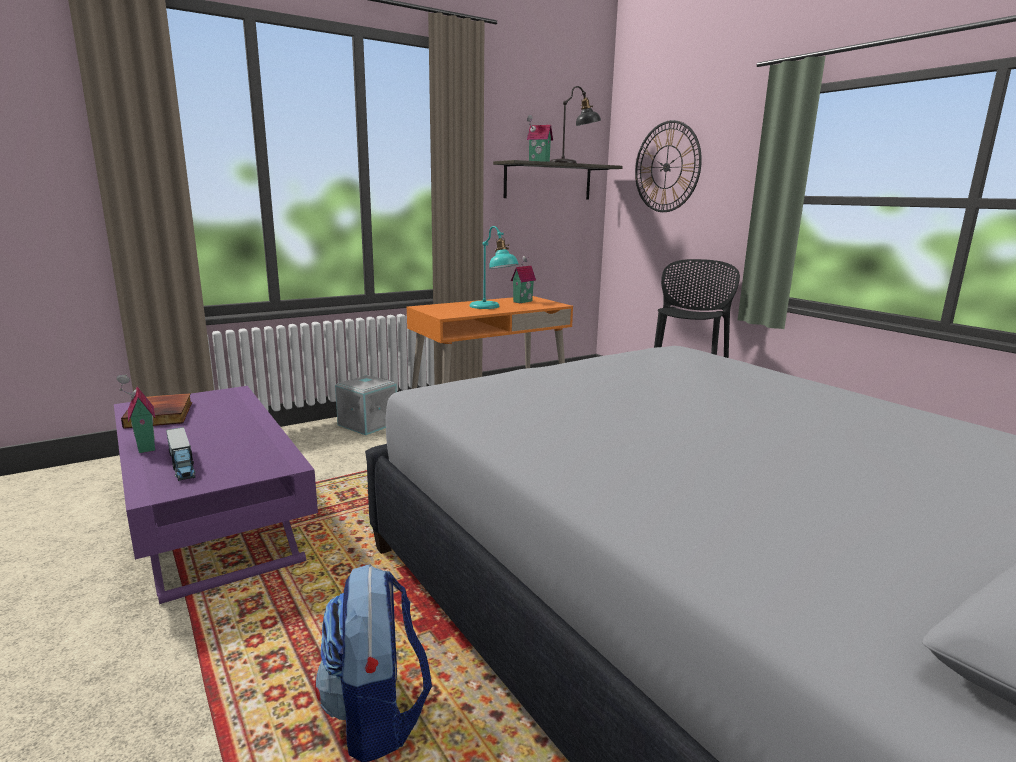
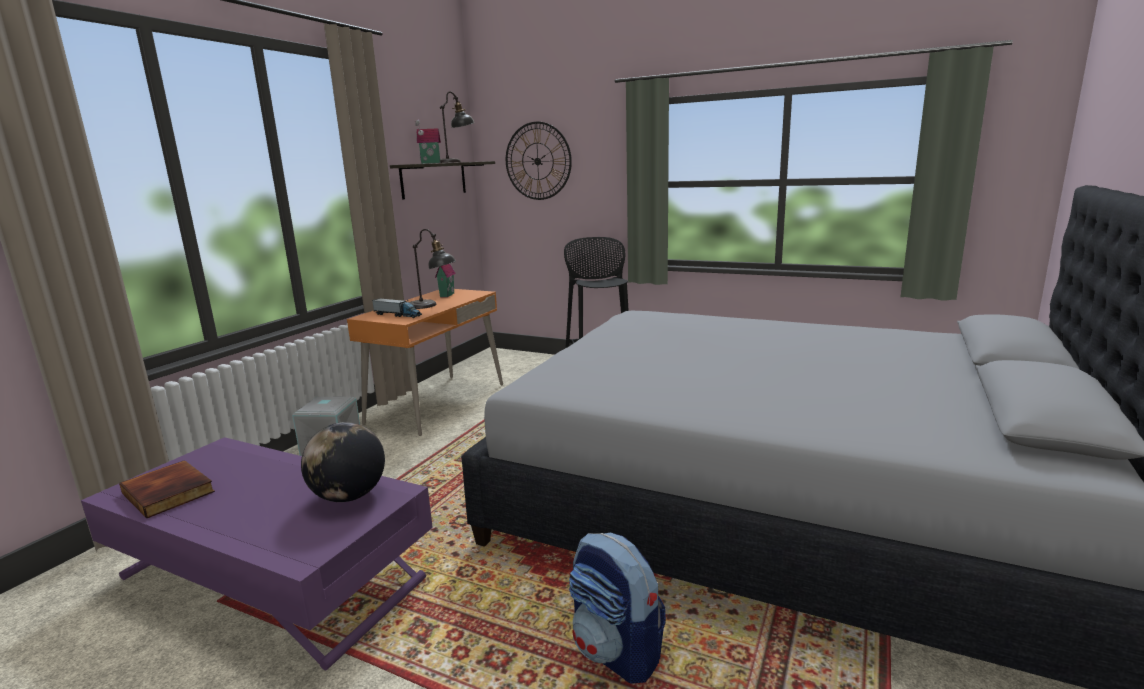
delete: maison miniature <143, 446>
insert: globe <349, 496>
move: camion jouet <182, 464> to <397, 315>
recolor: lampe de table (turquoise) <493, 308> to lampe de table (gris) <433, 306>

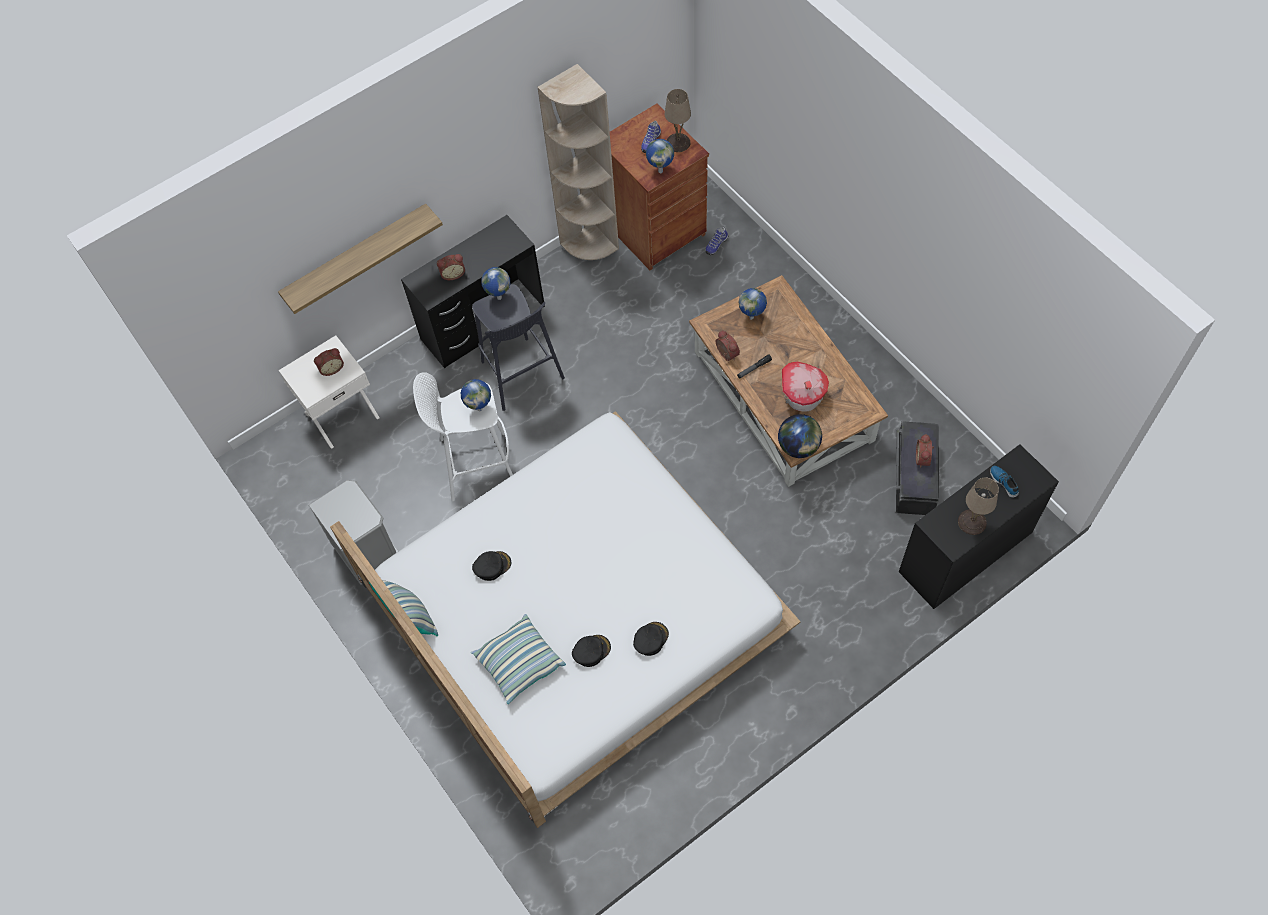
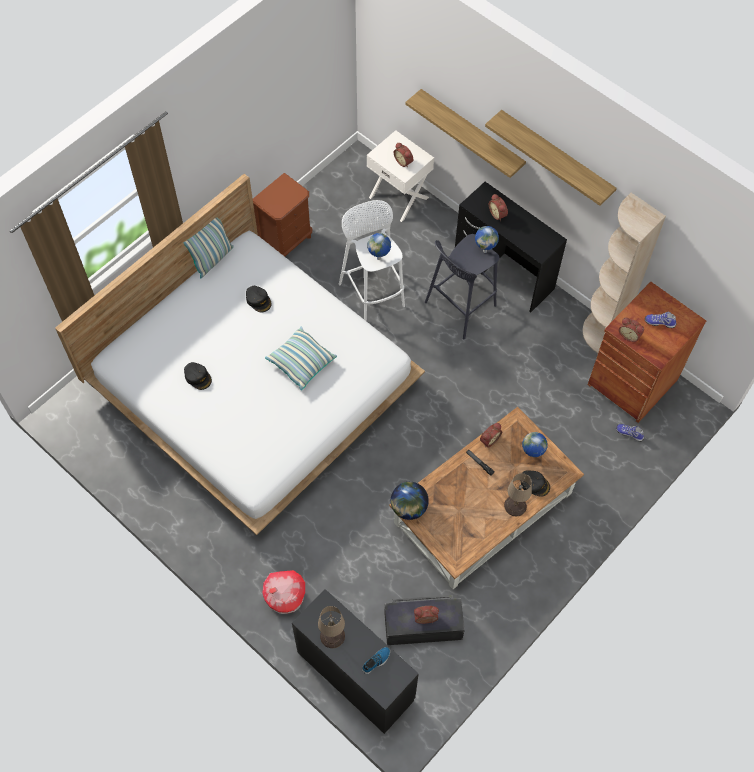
insert: étagère <556, 157>
move: coussin <519, 663> to <301, 362>; casquette (noir) <650, 639> to <534, 484>; lampe de table (beige) <678, 142> to <515, 506>; maison miniature <802, 396> to <285, 598>
replace: globe <660, 171> to réveil <629, 335>
recolor: table de chevet (gris) <367, 554> to table de chevet (marron) <286, 240>

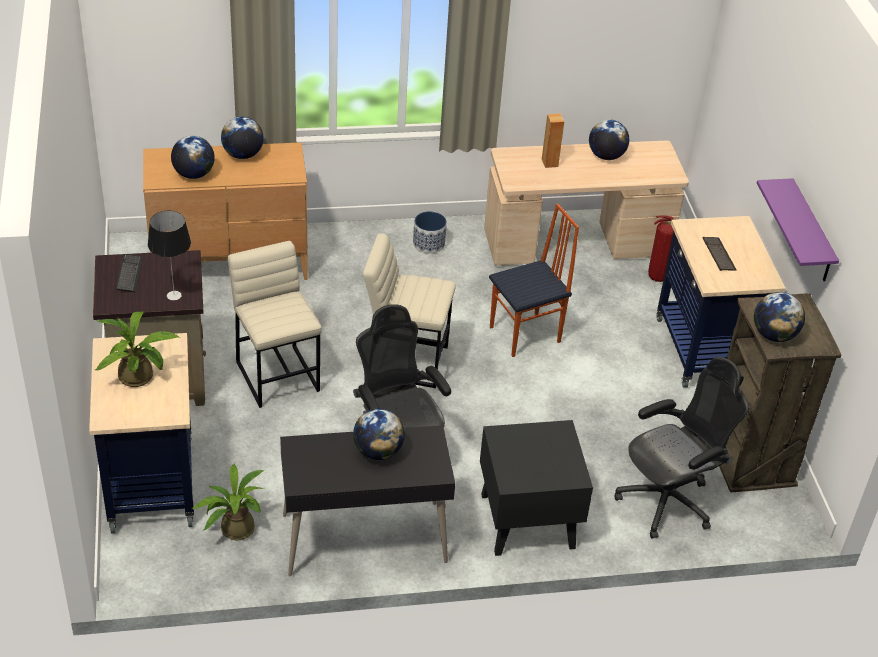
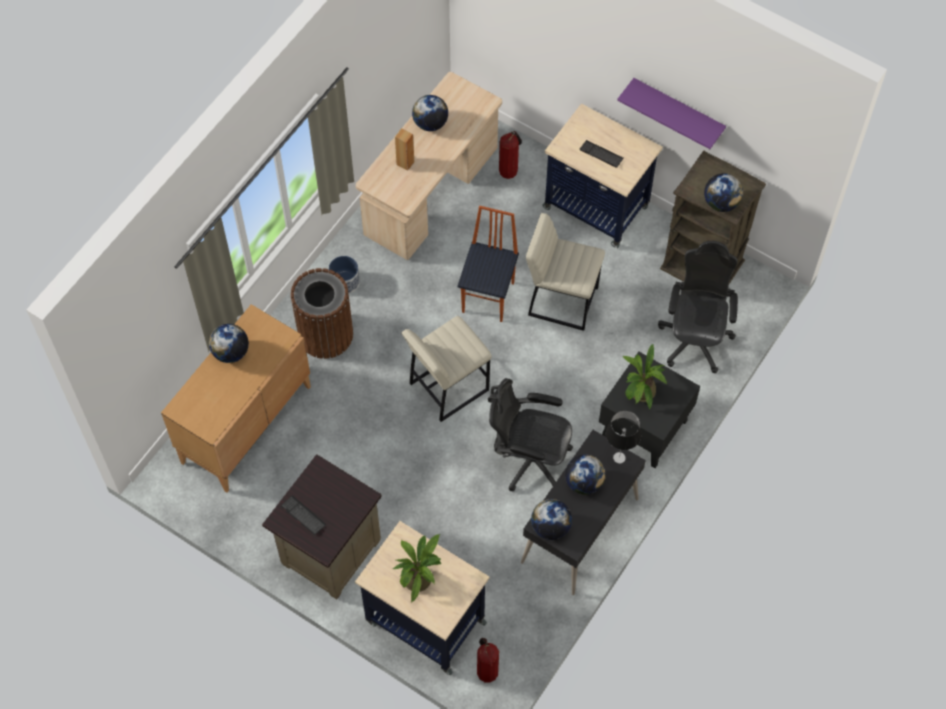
insert: poubelle (marron) <325, 334>; extincteur <486, 671>
move: lampe de table <174, 295> to <619, 457>; globe <193, 174> to <550, 527>; plante en pot <233, 529> to <640, 394>; chaise (beige) <276, 374> to <561, 300>

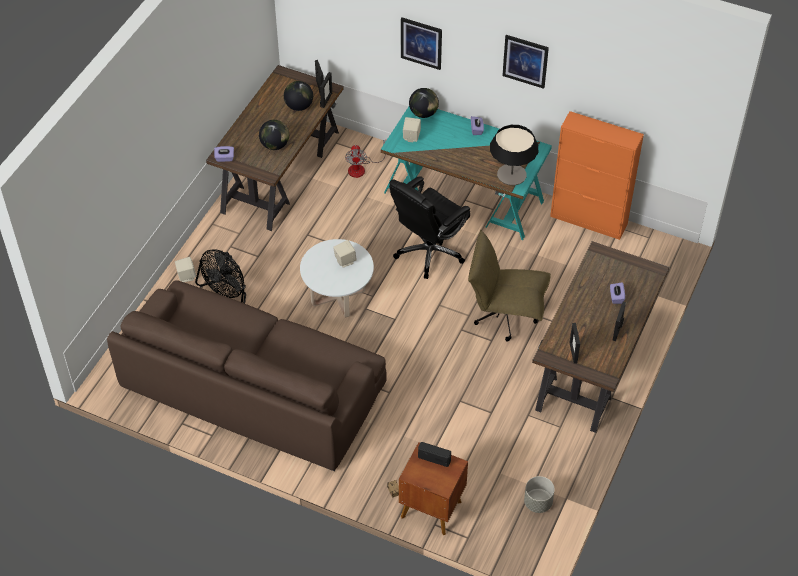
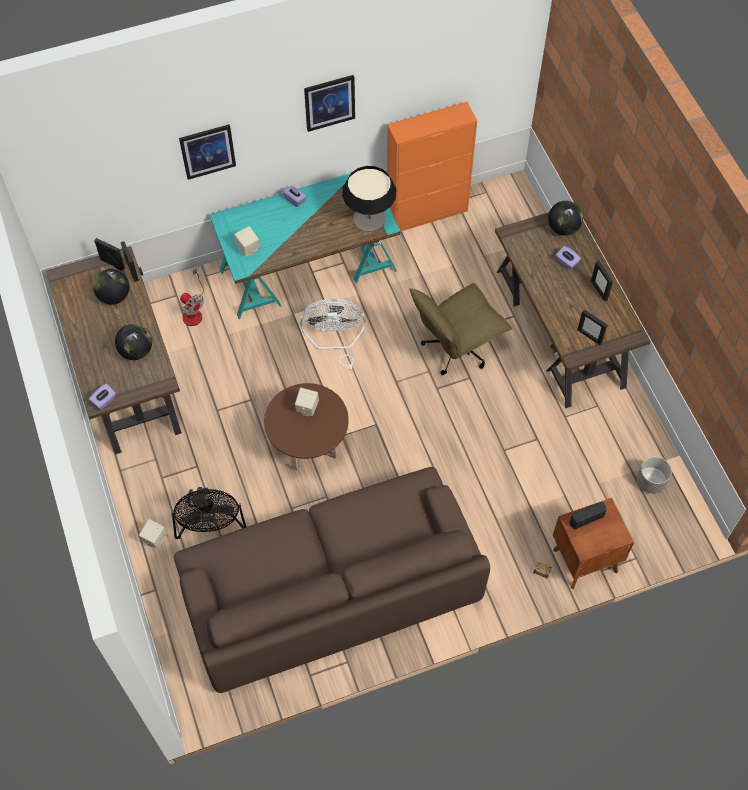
move: globe <423, 113> to <563, 228>
replace: chaise de bureau (noir) <429, 251> to ventilateur (blanc) <335, 341>
recolor: table basse (blanc) <338, 297> to table basse (marron) <308, 445>

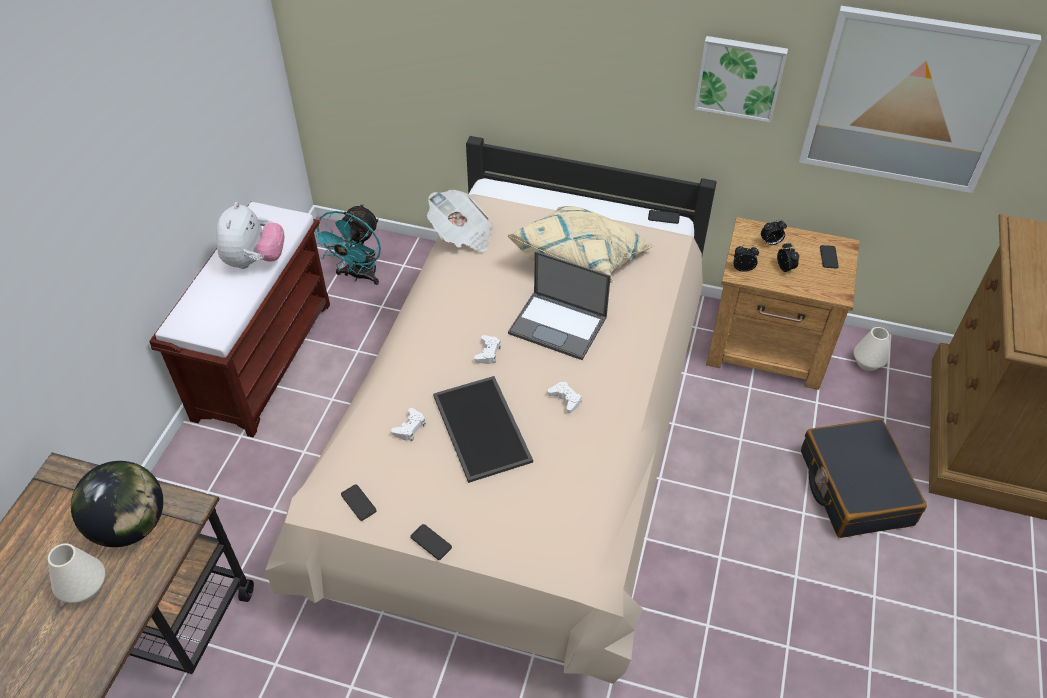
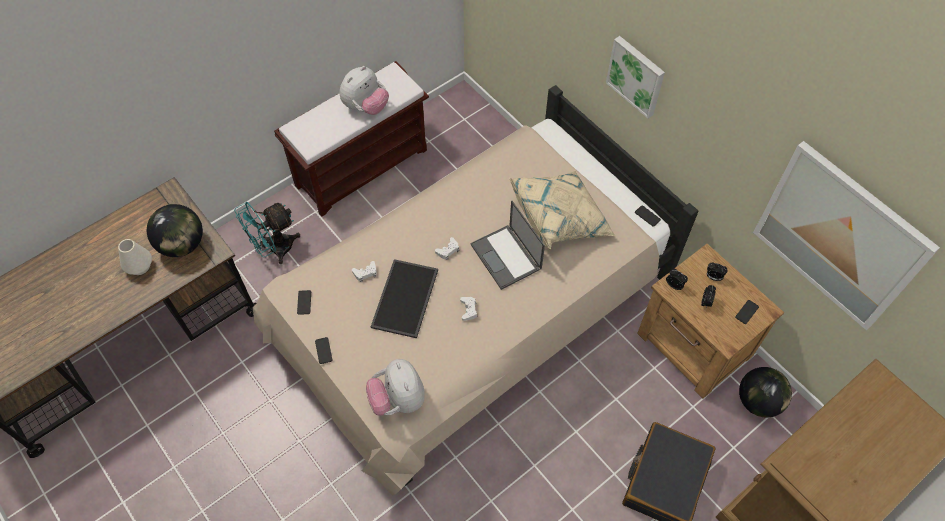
delete: journal <462, 235>
insert: peluche <398, 399>
move: ventilateur (turquoise) <359, 276> to <274, 249>; tableau <740, 77> to <636, 76>
replace: vase (blanc) <867, 362> to globe <758, 401>

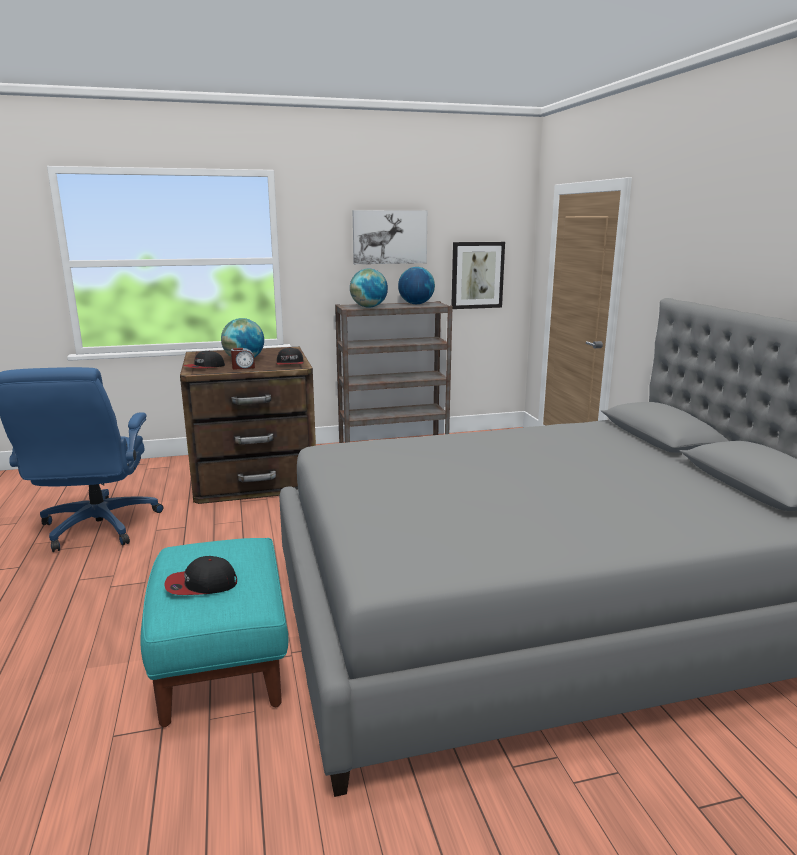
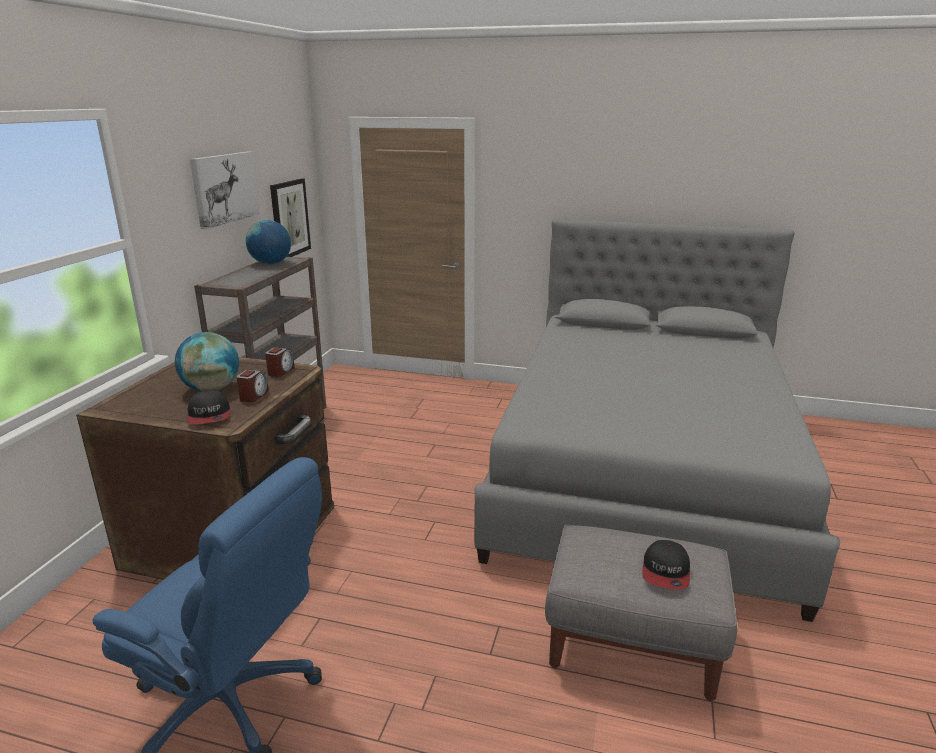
delete: globe <369, 307>
replace: casquette <290, 364> to réveil <281, 371>
recolor: pouf (turquoise) <222, 664> to pouf (gris) <633, 644>

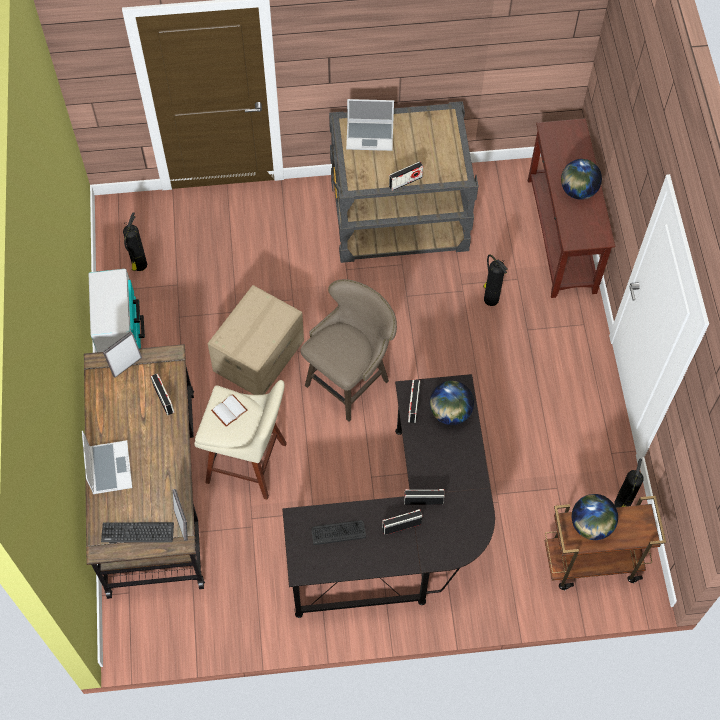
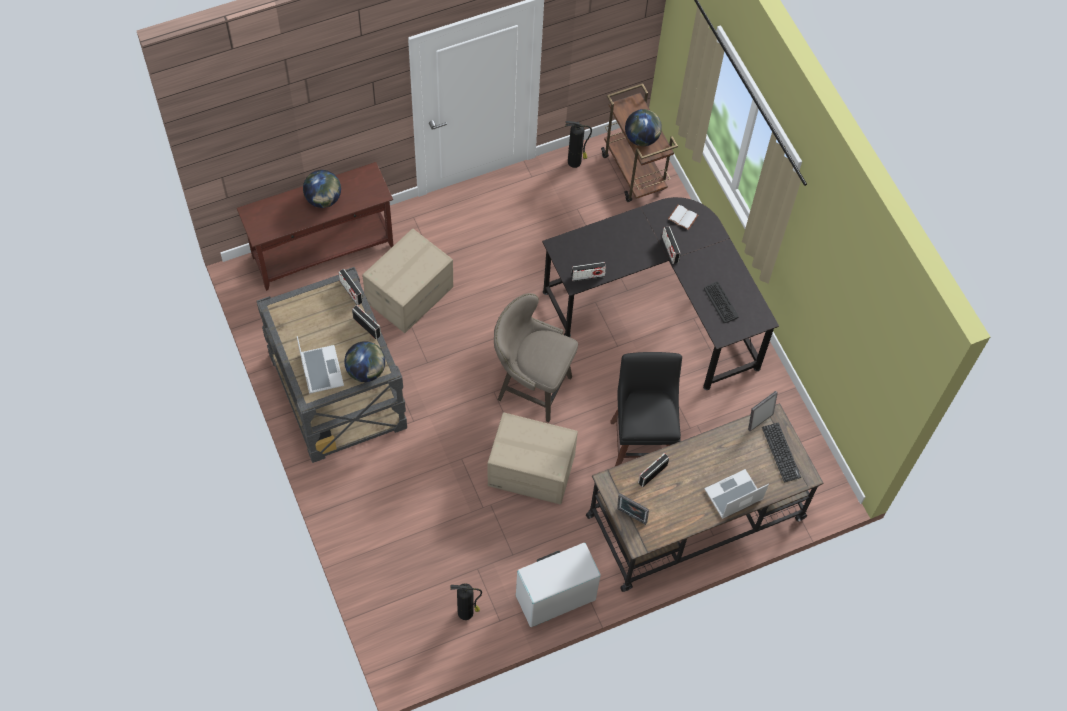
move: livre (blanc) <229, 411> to <683, 217>; radio <401, 526> to <351, 291>; globe <450, 412> to <366, 371>
replace: extincteur <490, 298> to carton <409, 294>
recolor: tabouret (beige) <248, 464> to tabouret (noir) <641, 445>

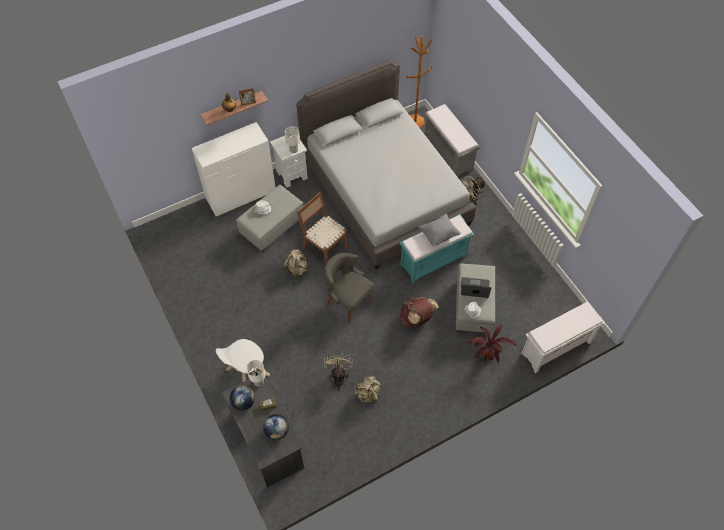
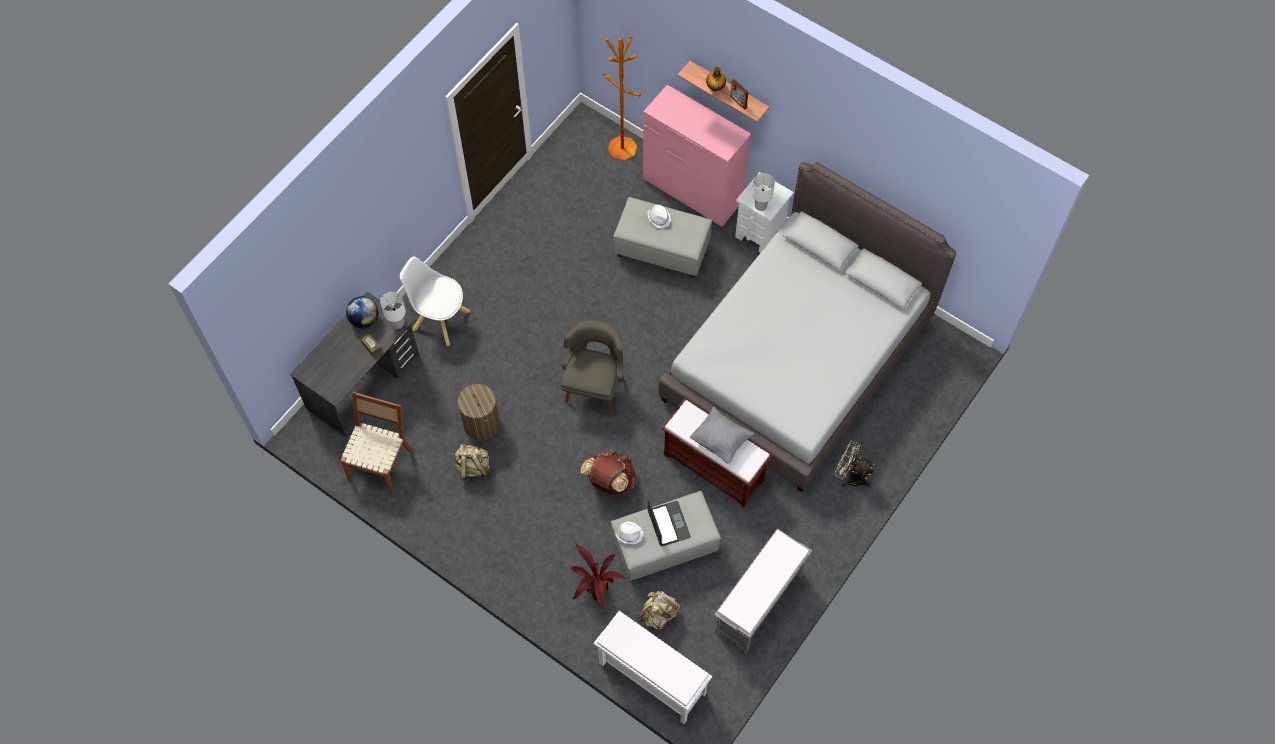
delete: globe <277, 431>
move: sac à dos (beige) <297, 269> to <658, 615>; chaise <324, 247> to <381, 462>; portant (orange) <415, 121> to <622, 148>; banc (gris) <448, 155> to <758, 604>
replace: ventilateur (beige) <338, 377> to panier à linge <481, 423>
recolor: commode (blanc) <241, 195> to commode (rose) <693, 190>; banc (turquoise) <434, 260> to banc (marron) <714, 467>

